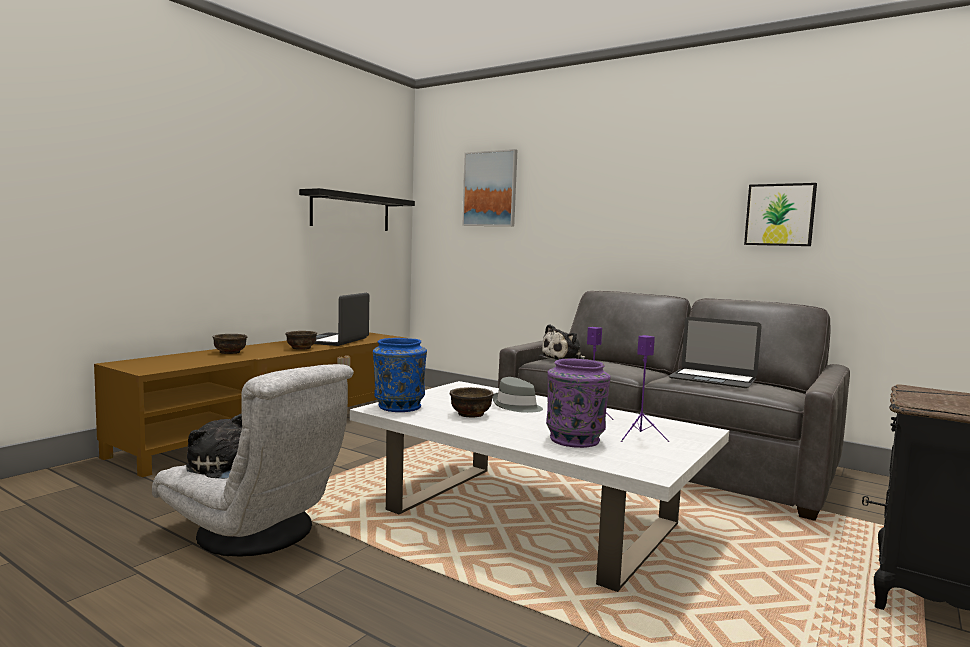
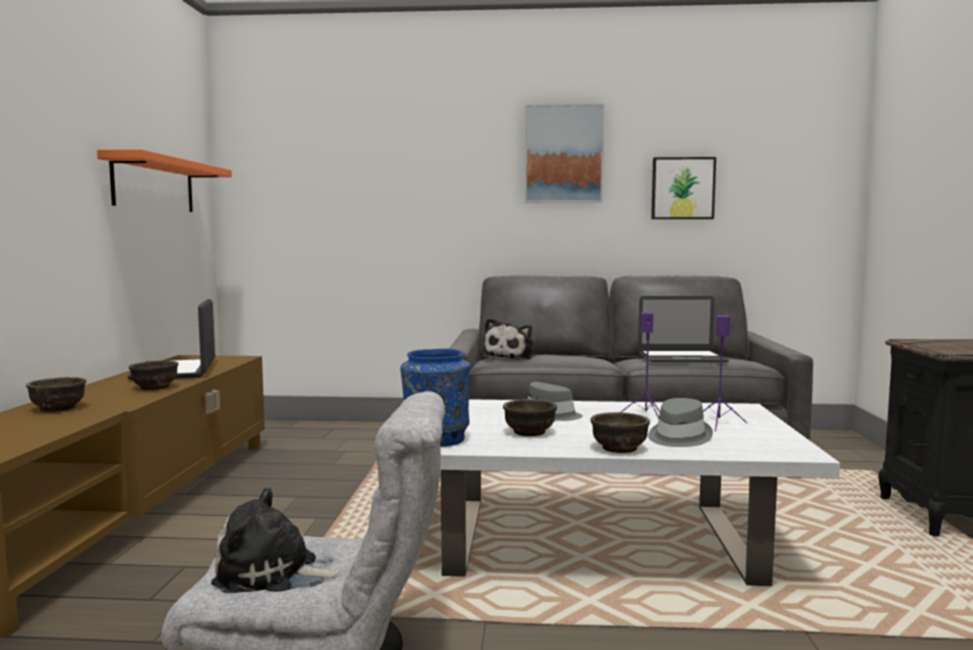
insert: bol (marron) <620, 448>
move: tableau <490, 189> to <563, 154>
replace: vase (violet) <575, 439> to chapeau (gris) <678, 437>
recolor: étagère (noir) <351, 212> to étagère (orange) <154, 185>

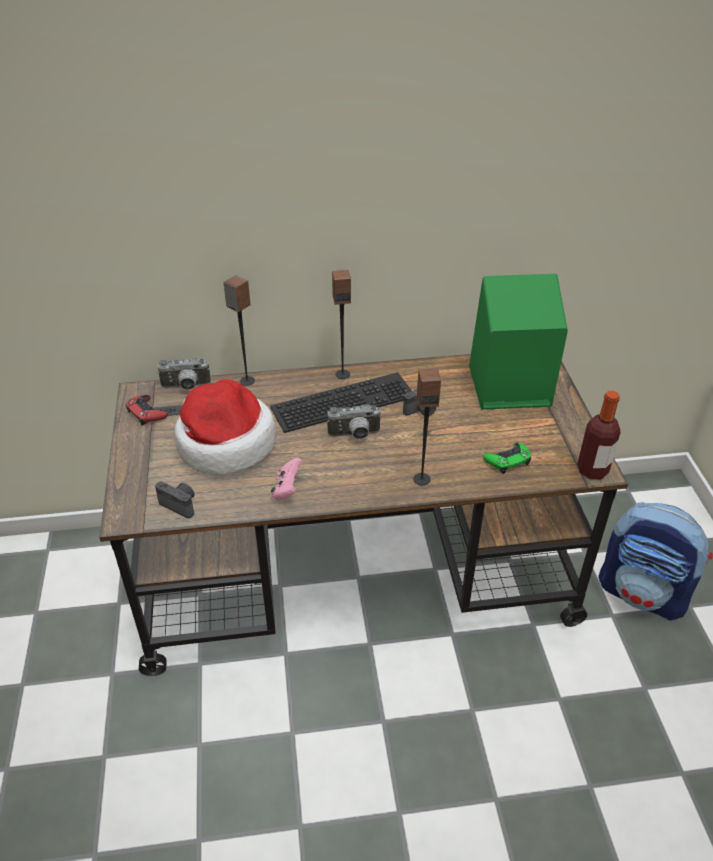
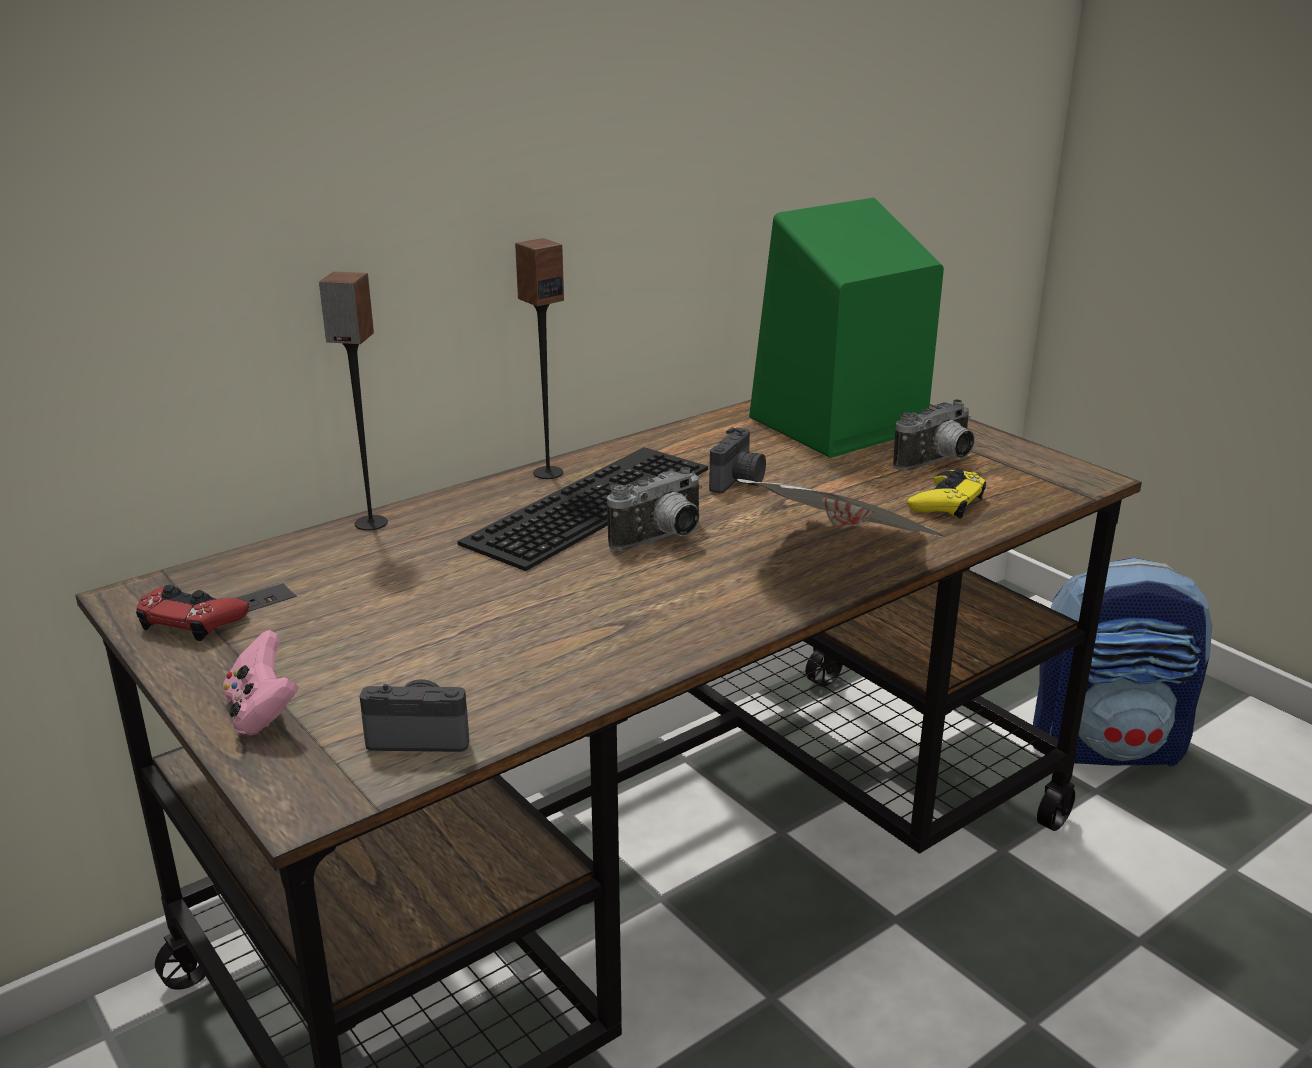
delete: chapeau <224, 443>; bouteille <592, 470>
move: appareil photo <186, 387> to <938, 463>; manette (rose) <287, 490> to <262, 712>
replace: enceinte <421, 479> to journal <844, 560>
recolor: manette (vert) <507, 460> to manette (jaune) <947, 502>

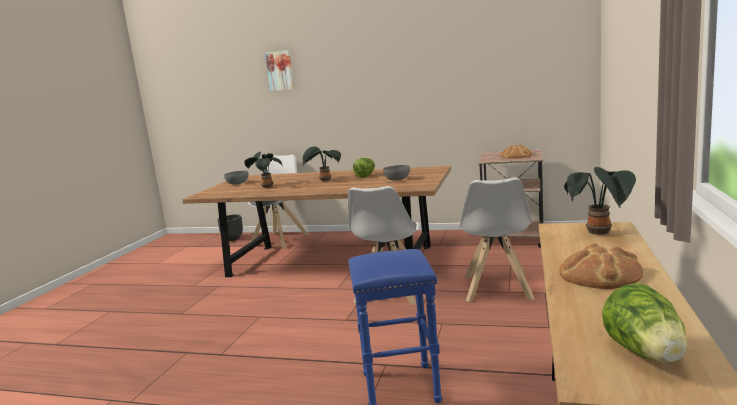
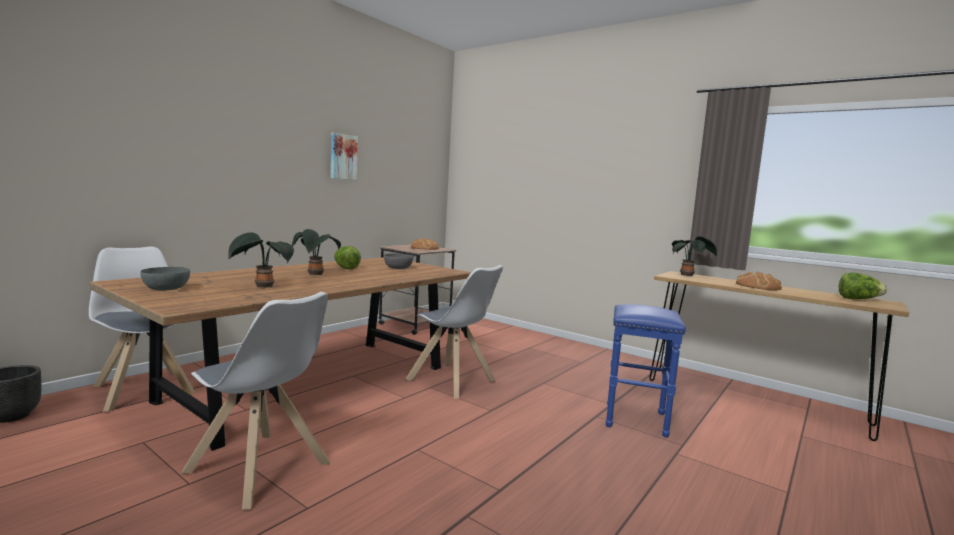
move: tableau <280, 71> to <343, 157>; chaise <497, 288> to <260, 469>

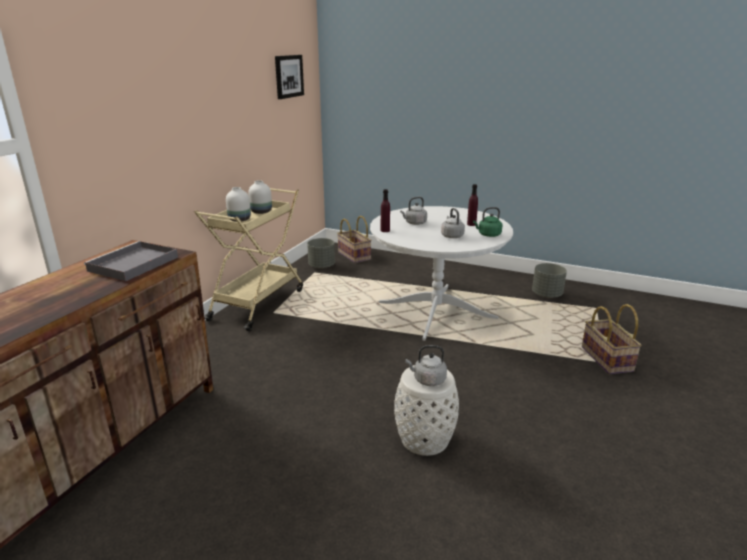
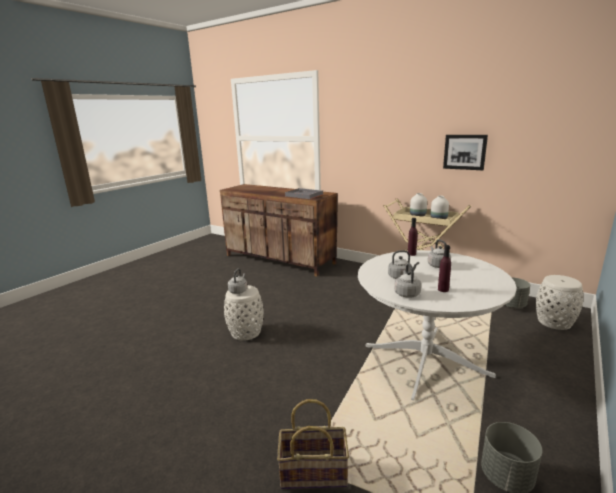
move: tableau <288, 76> to <464, 152>
replace: panier <353, 256> to tabouret (blanc) <554, 322>
recolor: bouilloire (vert) <488, 235> to bouilloire (gris) <406, 293>

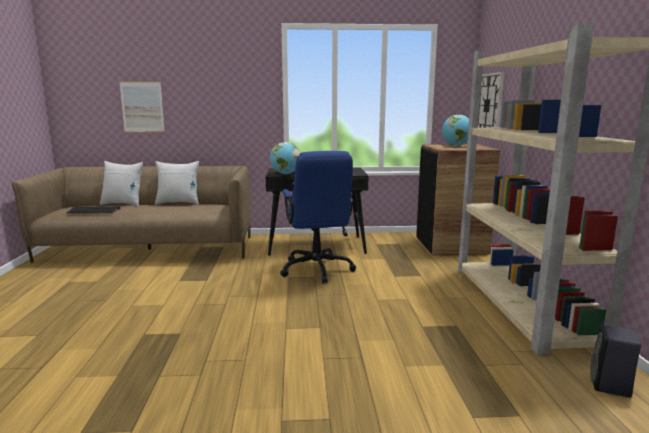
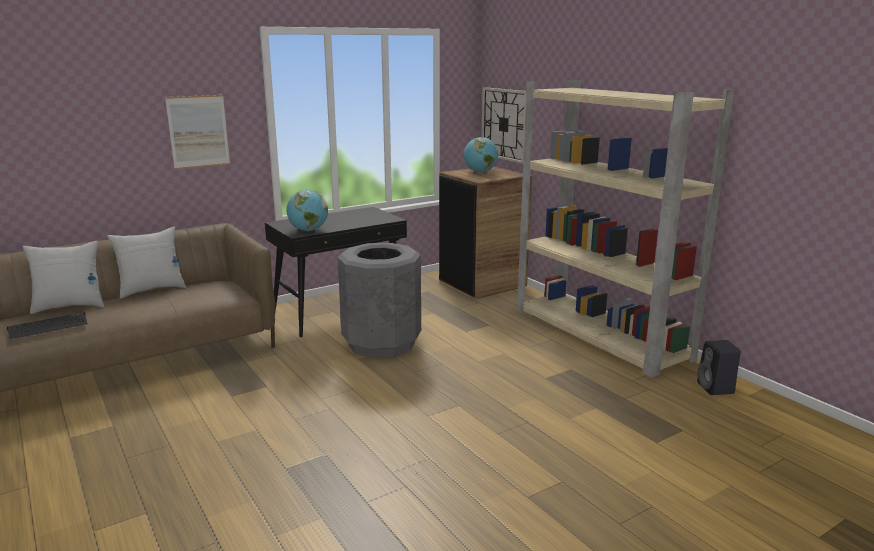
move: tableau <142, 107> to <198, 131>
replace: chaise de bureau (bleu) <317, 271> to poubelle (gris) <382, 344>

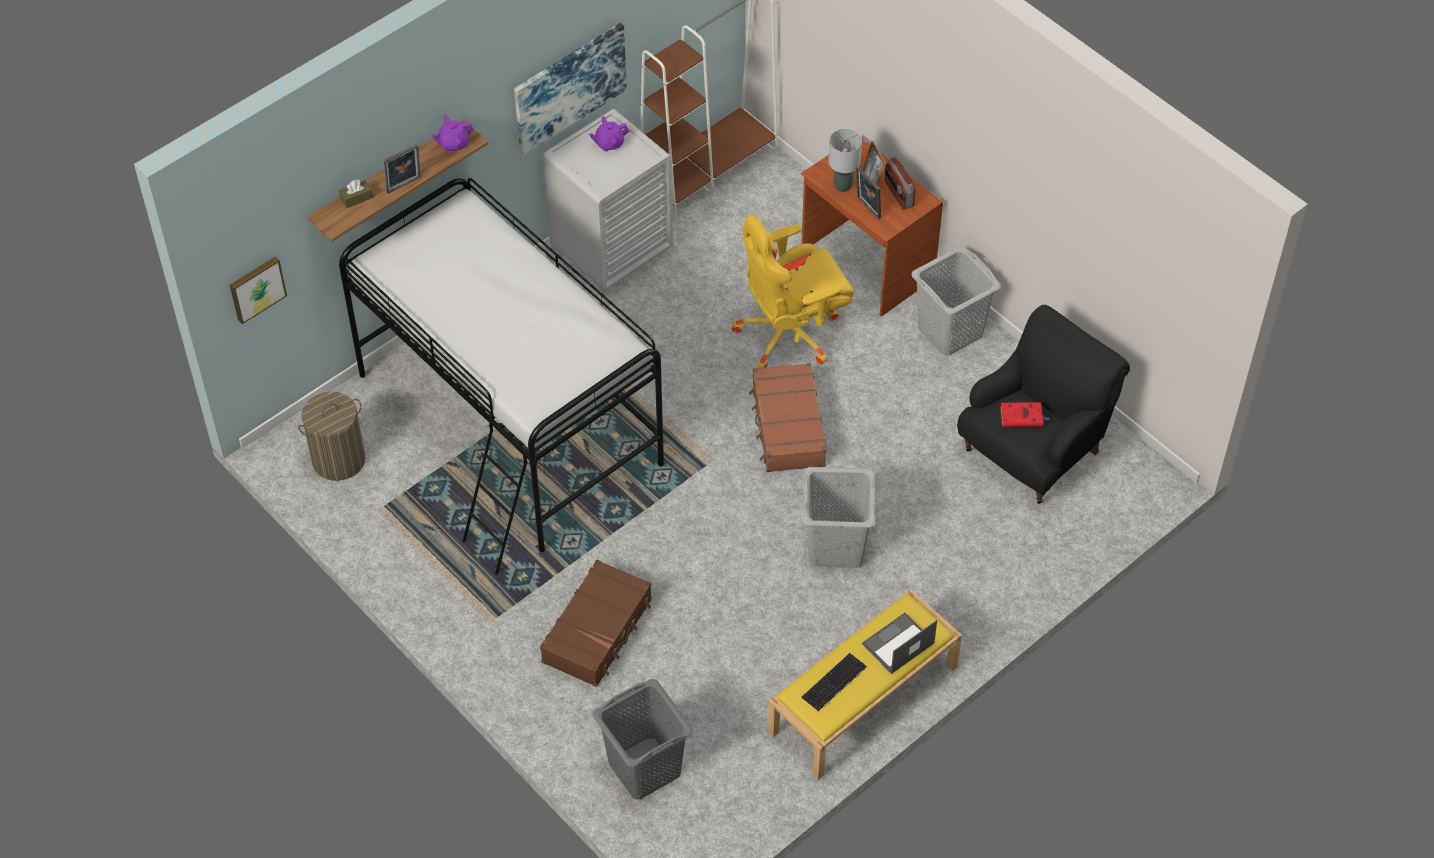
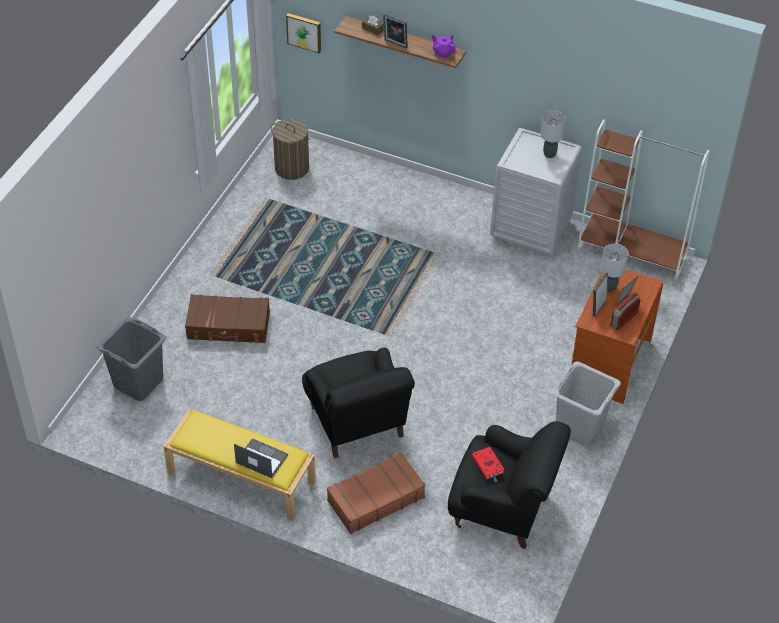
delete: lit (noir) <509, 423>; tableau <569, 87>; chaise de bureau (jaune) <794, 332>; clavier <834, 683>
move: valise (marron) <787, 426> to <375, 499>
replace: théière (violet) <609, 143> to lampe de table (gris) <550, 154>; panier à linge (gris) <836, 546> to fauteuil (noir) <357, 423>

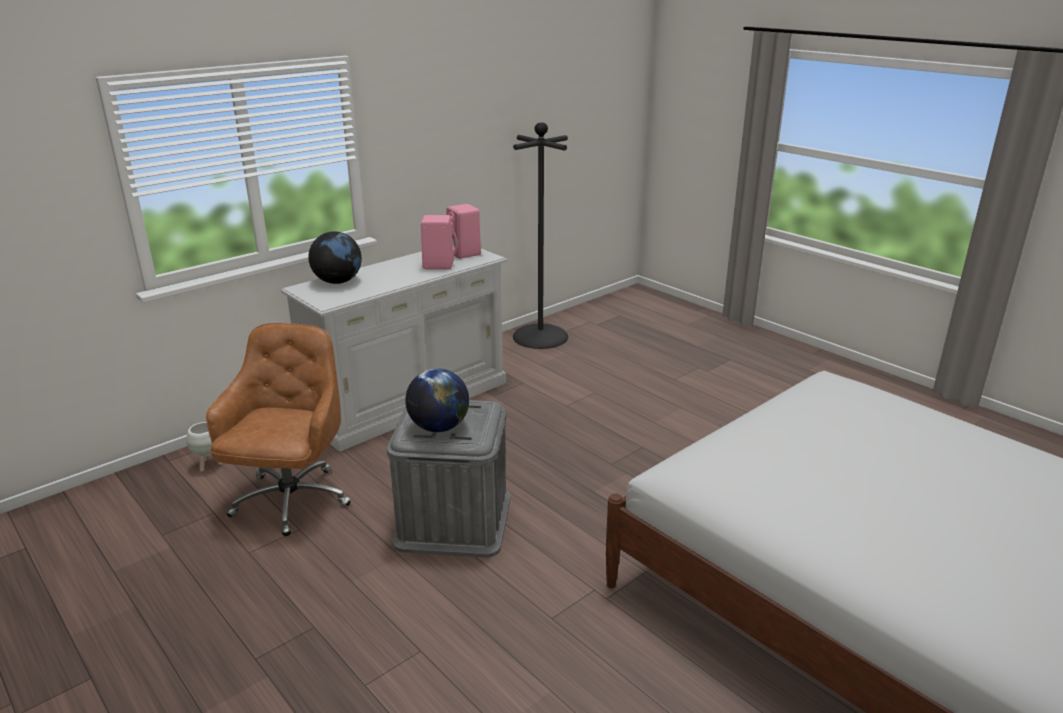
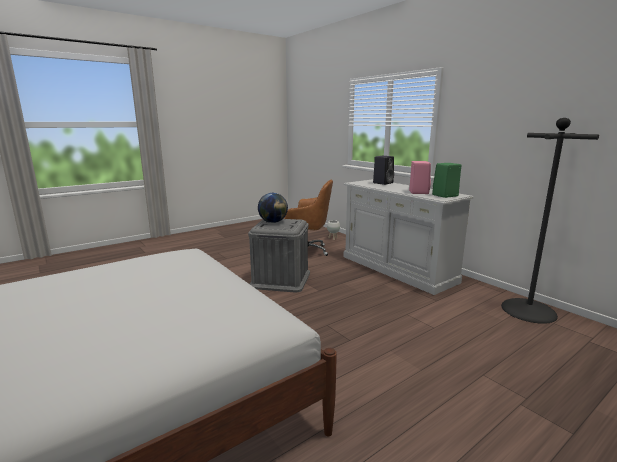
replace: globe <338, 282> to enceinte (noir) <383, 183>
recolor: enceinte (rose) <464, 253> to enceinte (vert) <444, 195>

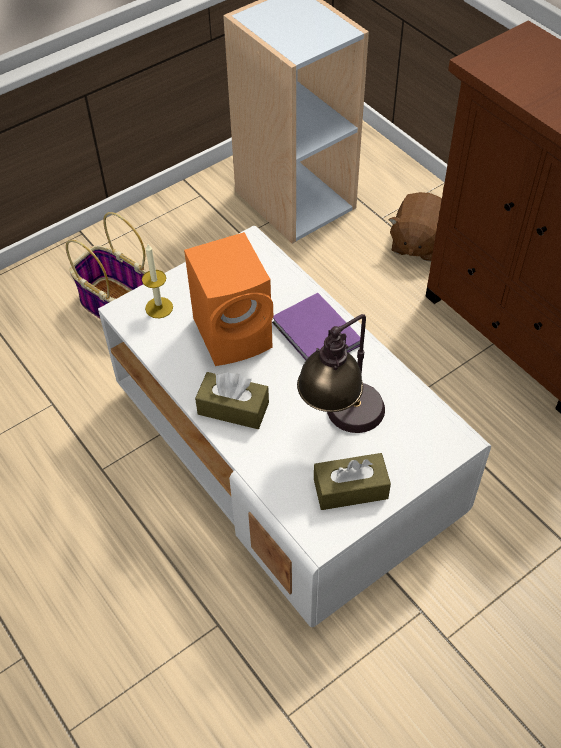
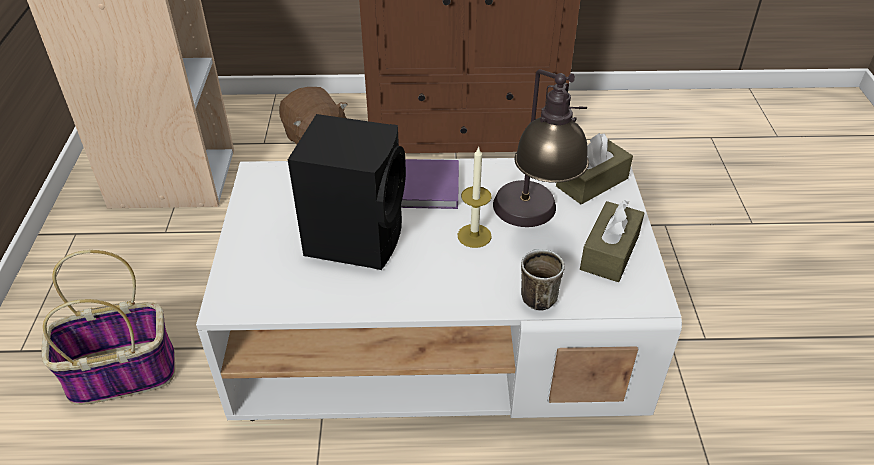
insert: mug <535, 295>
move: bougie <159, 307> to <474, 236>; boîte à mouchoirs (marron) <233, 408> to <592, 182>
recolor: enceinte (orange) <235, 333> to enceinte (noir) <356, 236>

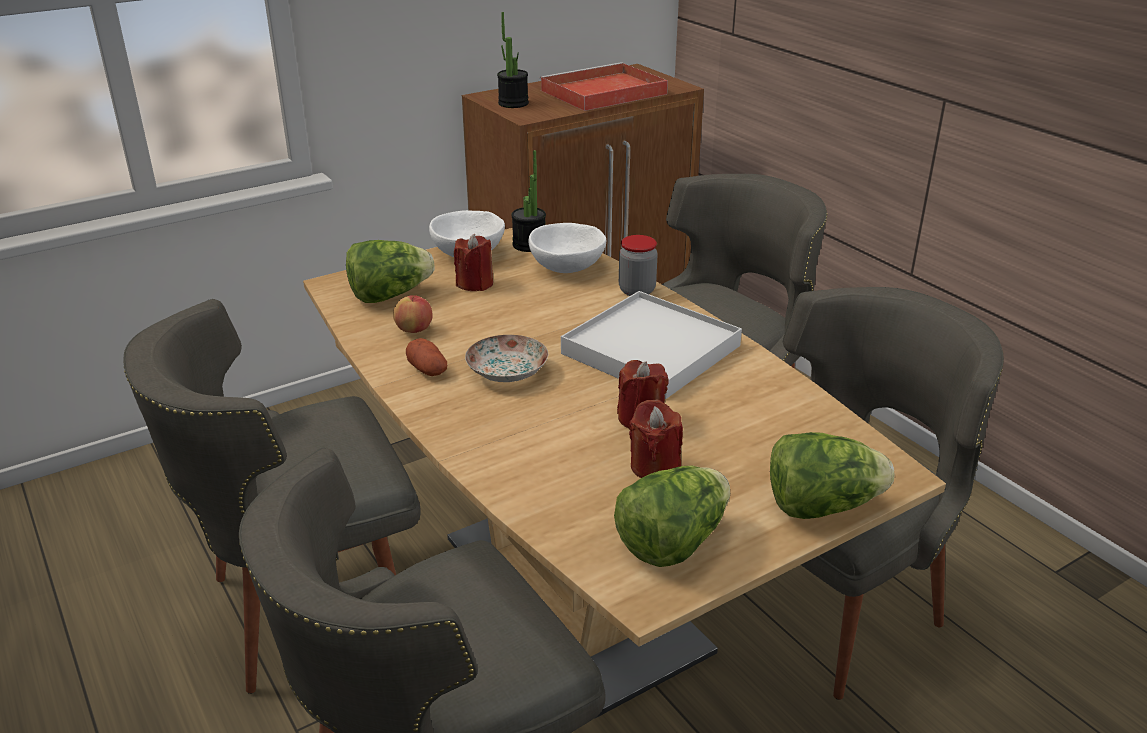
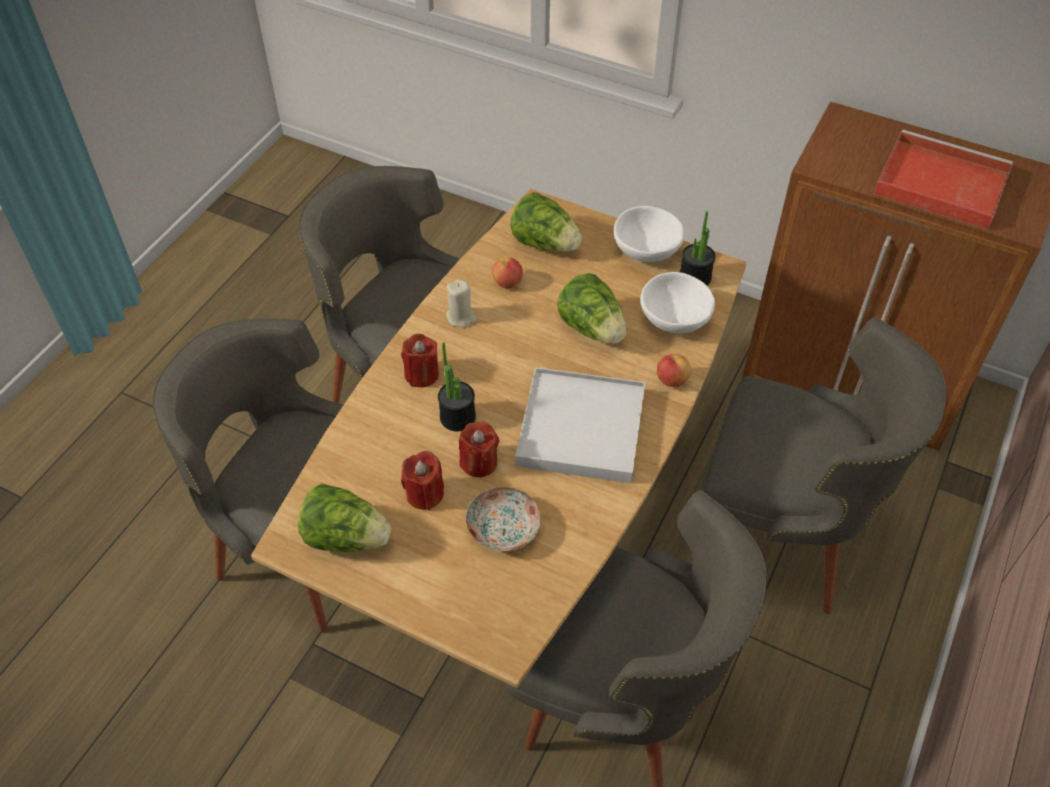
move: bougie (rouge) <475, 284> to <422, 374>; assiette <507, 372> to <504, 528>; plante en pot <513, 103> to <457, 417>; laitue <821, 506> to <592, 328>
replace: pomme de terre <427, 369> to bougie (beige) <461, 317>; bocal <637, 291> to pomme <671, 380>

